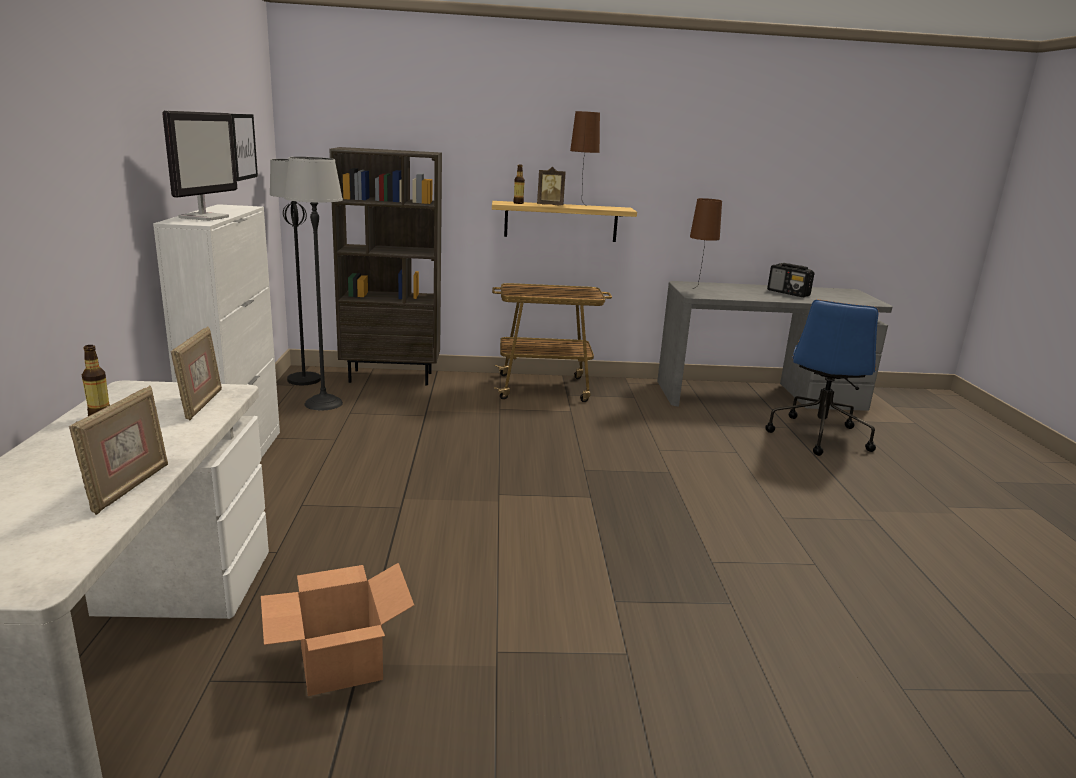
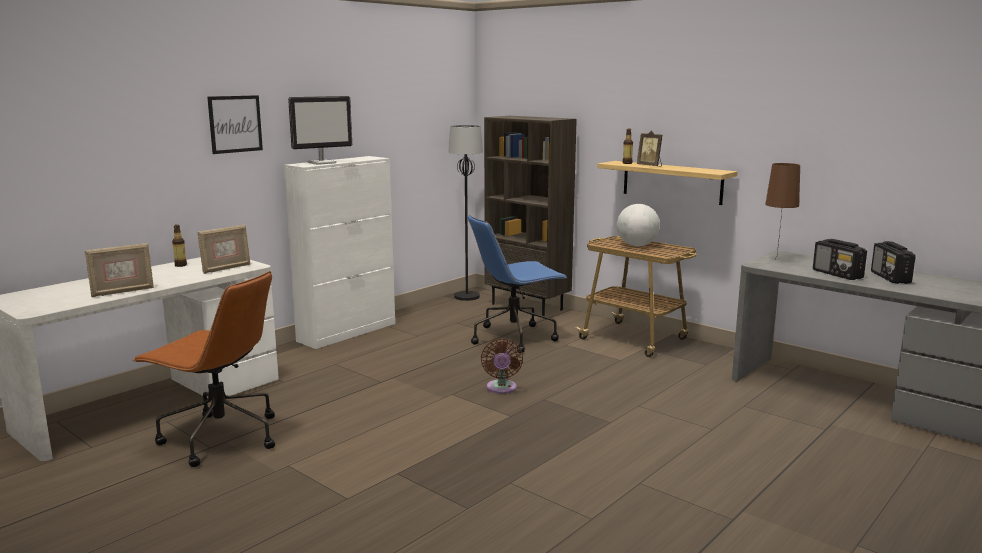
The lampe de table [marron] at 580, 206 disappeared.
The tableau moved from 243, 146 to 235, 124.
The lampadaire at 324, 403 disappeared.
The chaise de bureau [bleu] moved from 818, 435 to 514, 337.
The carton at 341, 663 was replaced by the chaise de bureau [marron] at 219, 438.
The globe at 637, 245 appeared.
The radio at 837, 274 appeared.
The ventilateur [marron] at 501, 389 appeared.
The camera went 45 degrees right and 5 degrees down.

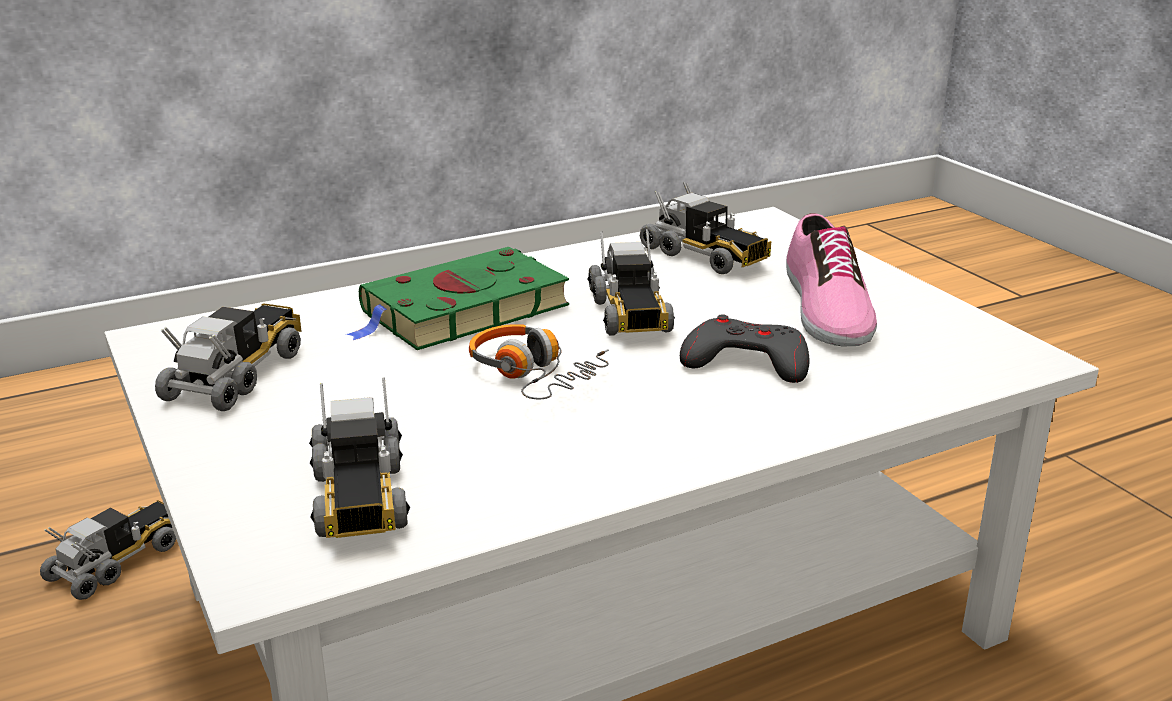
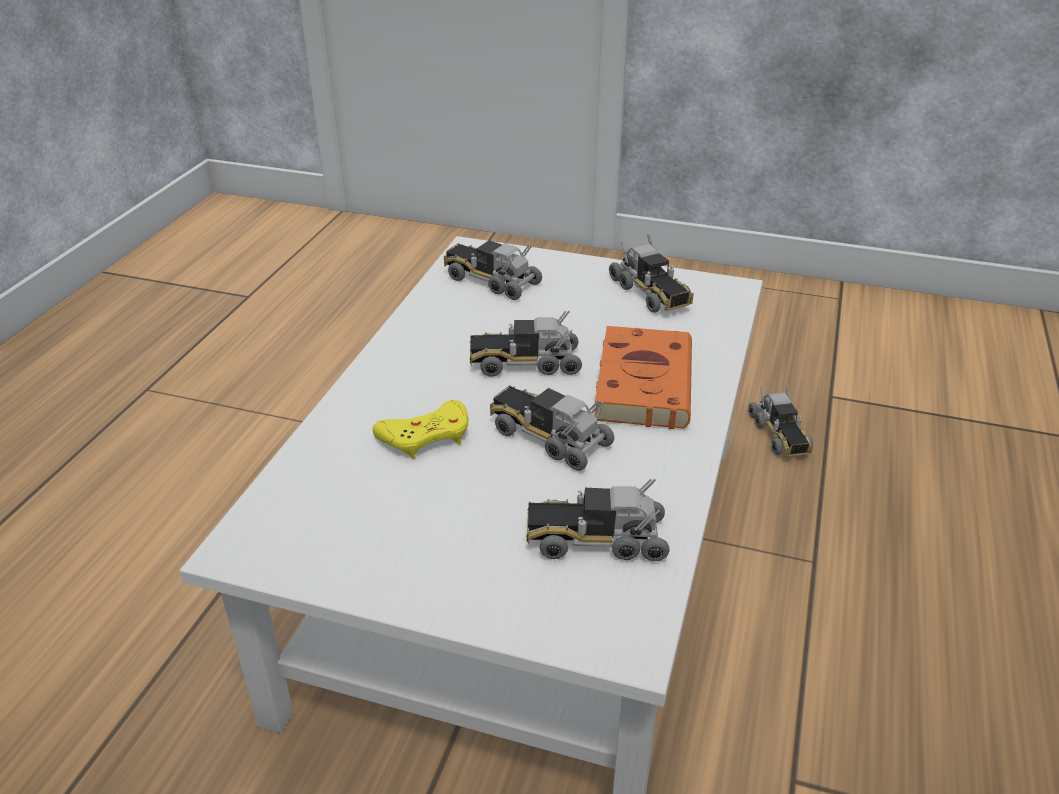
The chaussure at 824, 307 disappeared.
The livre [vert] at 460, 311 became the livre [orange] at 643, 382.
The manette [gris] at 746, 361 became the manette [jaune] at 426, 436.
The casque audio at 533, 375 was replaced by the camion jouet at 525, 363.
The camera went 135 degrees right and 10 degrees up.

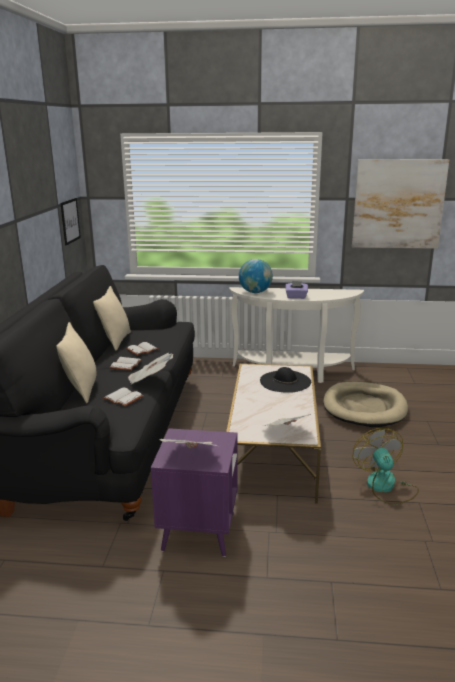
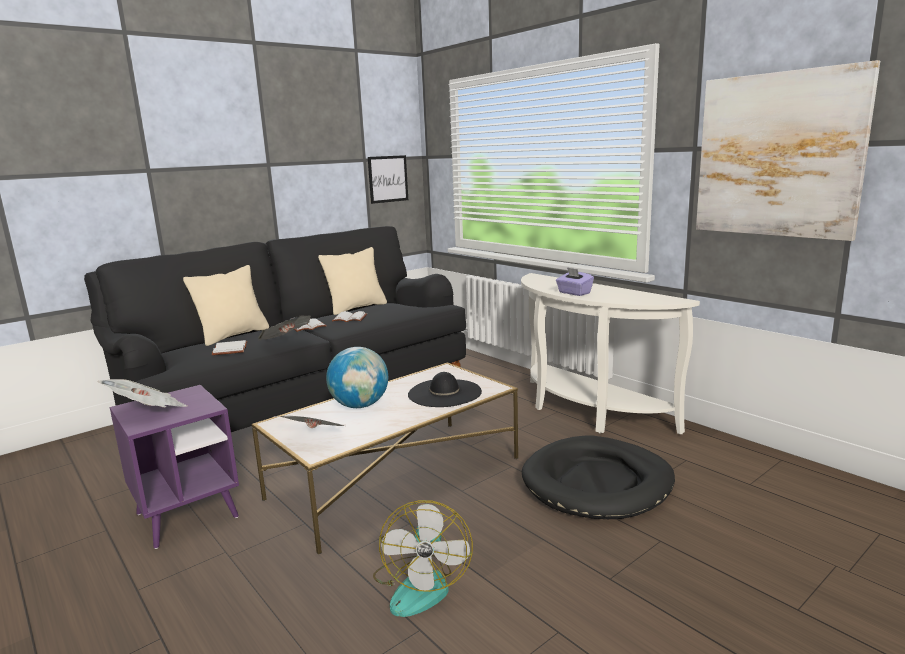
The globe moved from 255, 292 to 360, 405.
The panier pour chien [beige] at 364, 407 became the panier pour chien [noir] at 597, 483.
The ventilateur at 385, 487 turned 150 degrees clockwise.
The camera went 45 degrees right and 5 degrees down.

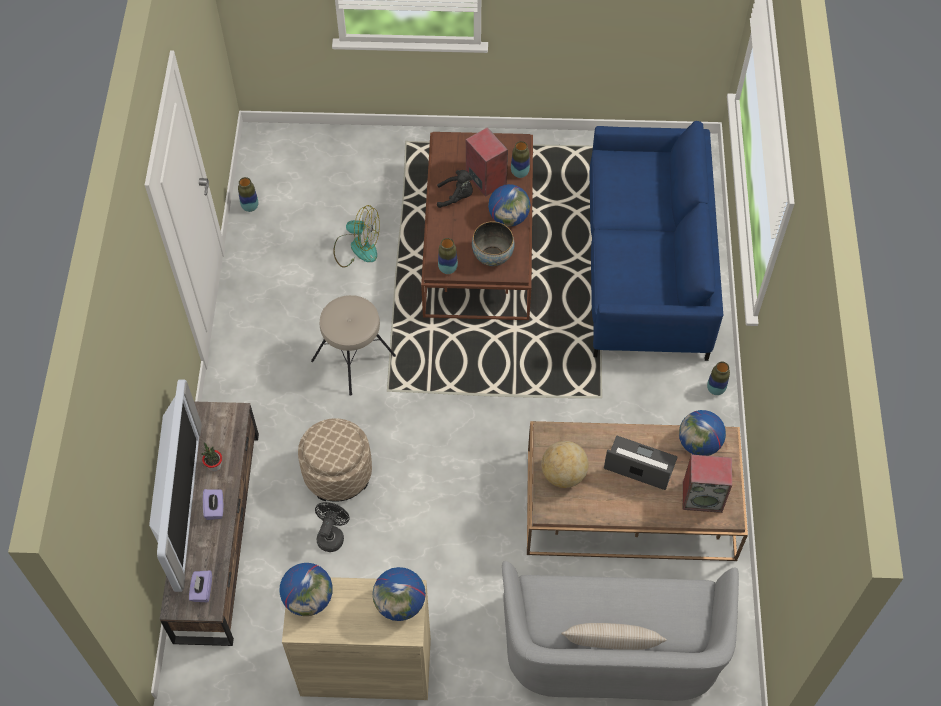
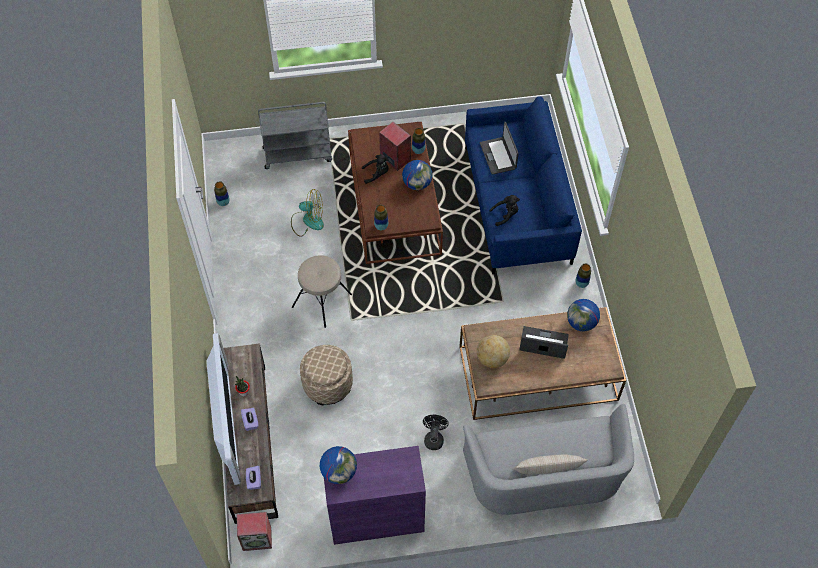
The bol at 492, 257 disappeared.
The enceinte moved from 703, 497 to 257, 538.
The ventilateur [noir] moved from 332, 535 to 434, 438.
The globe at 400, 603 disappeared.
The meuble de rangement [beige] at 366, 667 became the meuble de rangement [violet] at 376, 516.
The chariot [gris] at 298, 154 appeared.
The ordinateur portable at 498, 156 appeared.
The peluche [noir] at 505, 215 appeared.
The camera went 10 degrees left and 0 degrees up.

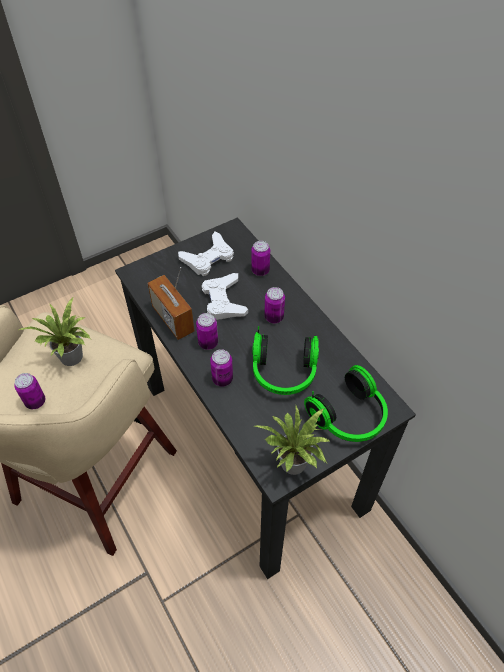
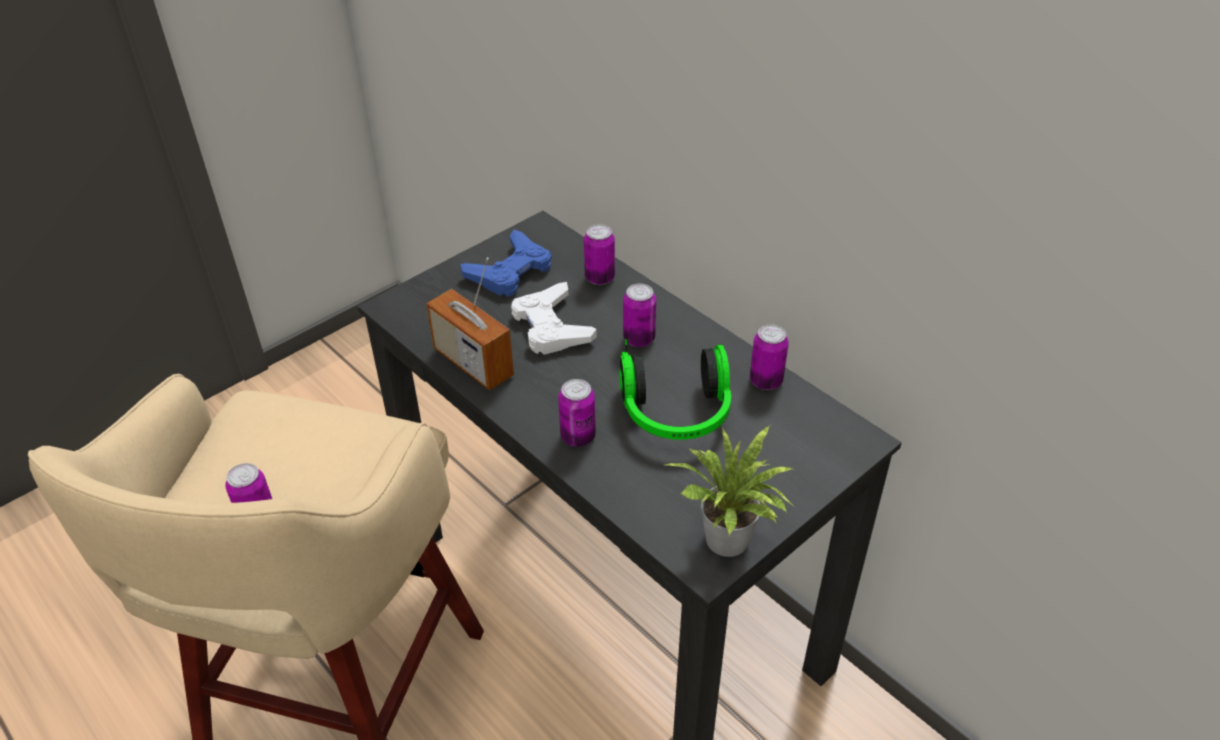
The manette [blanc] at 208, 258 became the manette [bleu] at 510, 271.
The plante en pot at 72, 359 disappeared.
The boîte métallique moved from 208, 343 to 766, 381.
The casque audio at 349, 417 disappeared.
The camera went 10 degrees left and 10 degrees down.

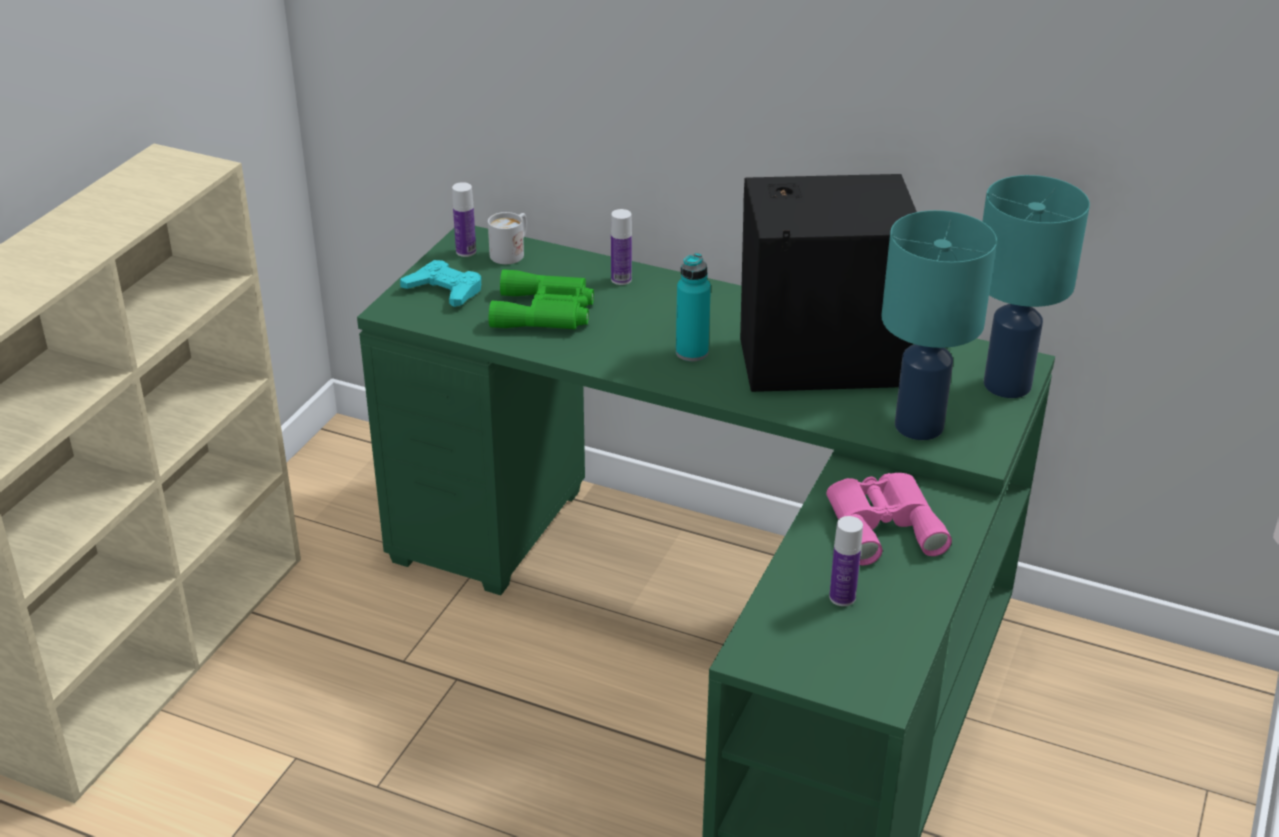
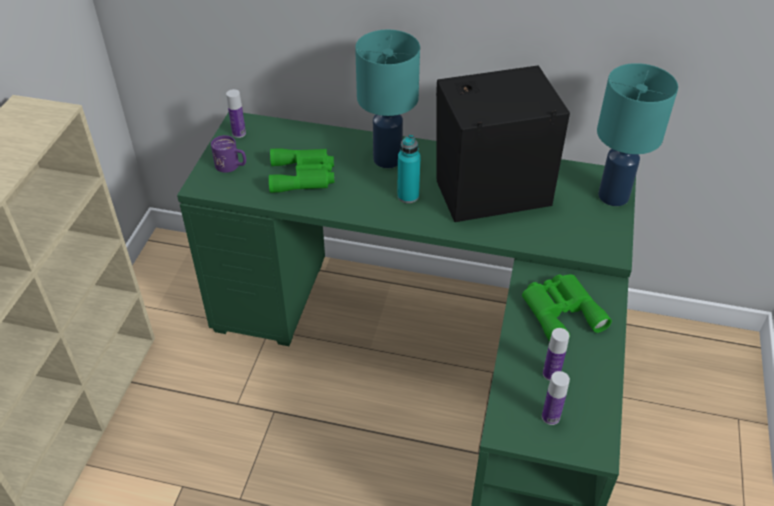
The bouteille moved from 621, 279 to 550, 417.
The lampe de table [turquoise] moved from 917, 426 to 386, 159.
The mug [blanc] at 511, 252 disappeared.
The manette [turquoise] at 444, 290 was replaced by the mug [violet] at 232, 166.
The jumelles [rose] at 882, 523 became the jumelles [vert] at 561, 311.
The camera went 10 degrees left and 10 degrees up.

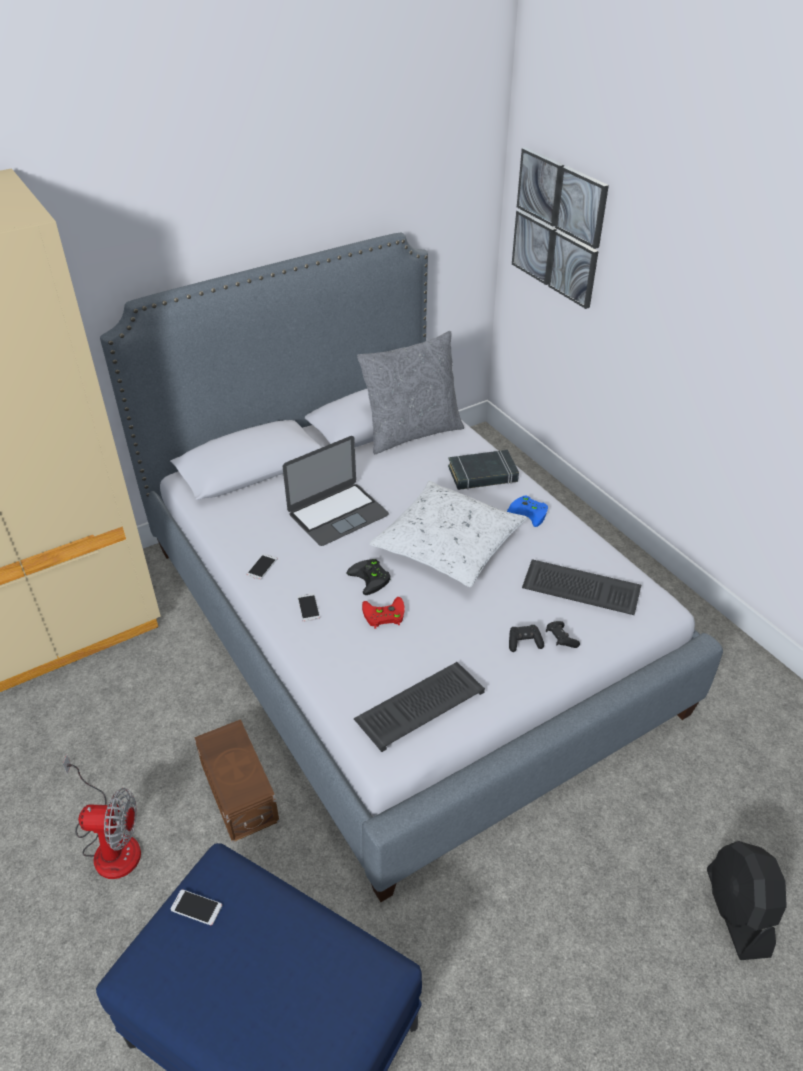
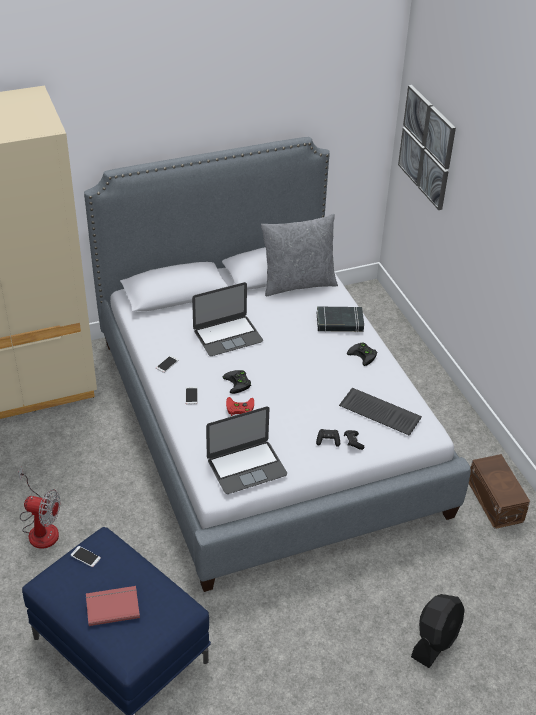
The coussin [blanc] at 448, 544 disappeared.
The manette [bleu] at 530, 512 became the manette [noir] at 364, 355.
The clavier at 420, 705 was replaced by the ordinateur portable at 246, 467.
The boîte de rangement [marron] moved from 240, 790 to 495, 500.
The ventilateur [noir] at 737, 912 turned 150 degrees counterclockwise.
The livre [rouge] at 112, 606 appeared.
The camera went 10 degrees right and 0 degrees up.

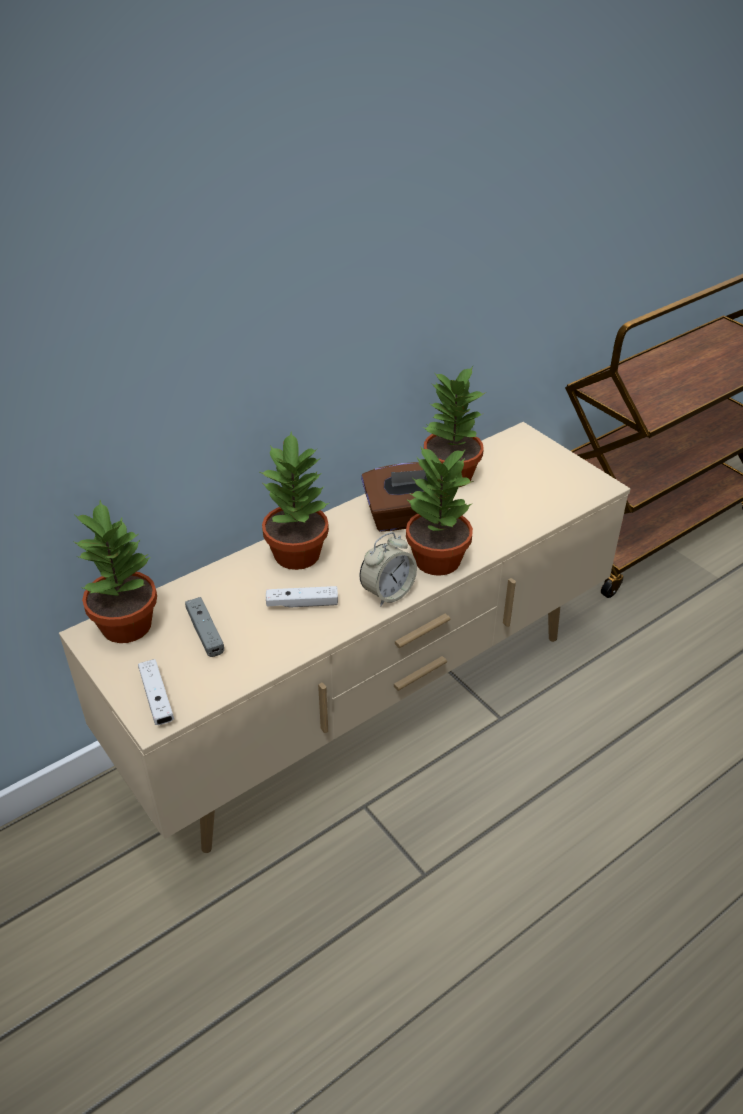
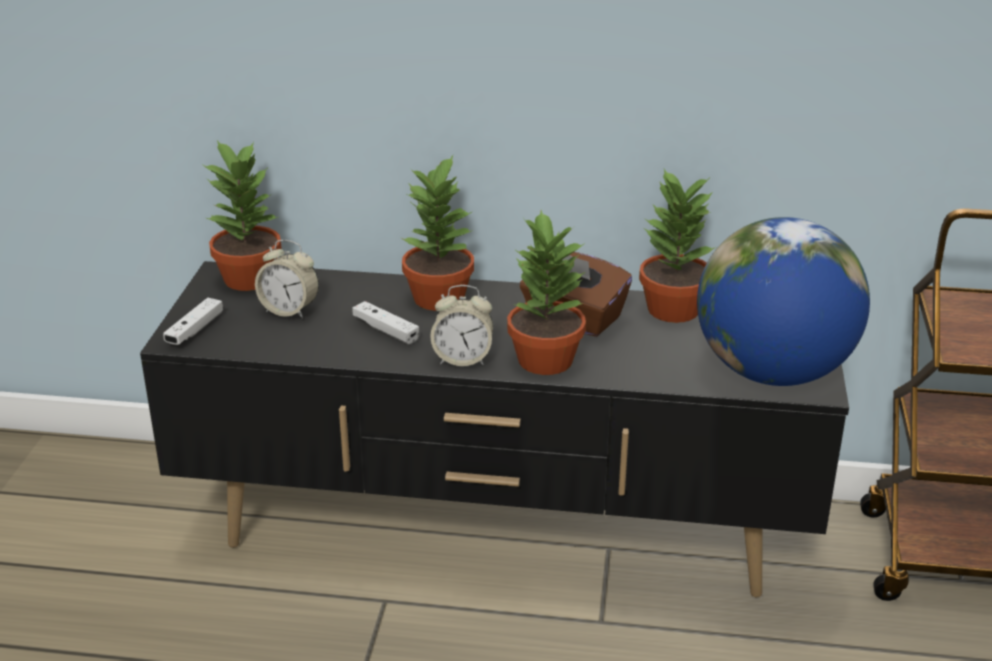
The meuble télé [beige] at 371, 705 became the meuble télé [noir] at 498, 534.
The manette [gris] at 205, 632 was replaced by the réveil at 289, 310.
The globe at 773, 372 appeared.
The camera went 45 degrees right and 10 degrees down.

